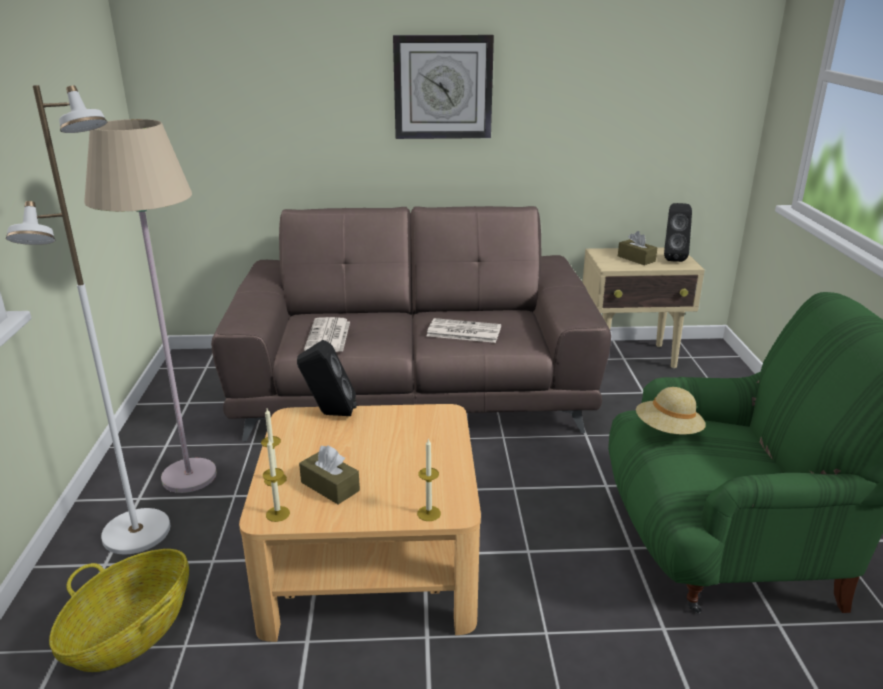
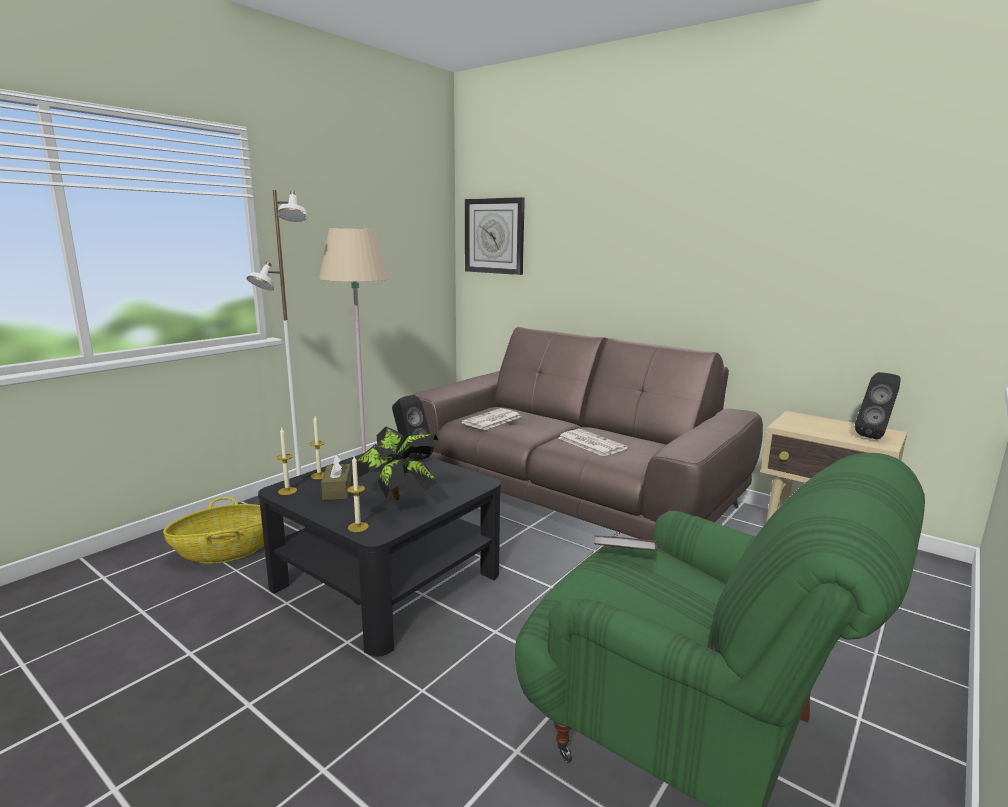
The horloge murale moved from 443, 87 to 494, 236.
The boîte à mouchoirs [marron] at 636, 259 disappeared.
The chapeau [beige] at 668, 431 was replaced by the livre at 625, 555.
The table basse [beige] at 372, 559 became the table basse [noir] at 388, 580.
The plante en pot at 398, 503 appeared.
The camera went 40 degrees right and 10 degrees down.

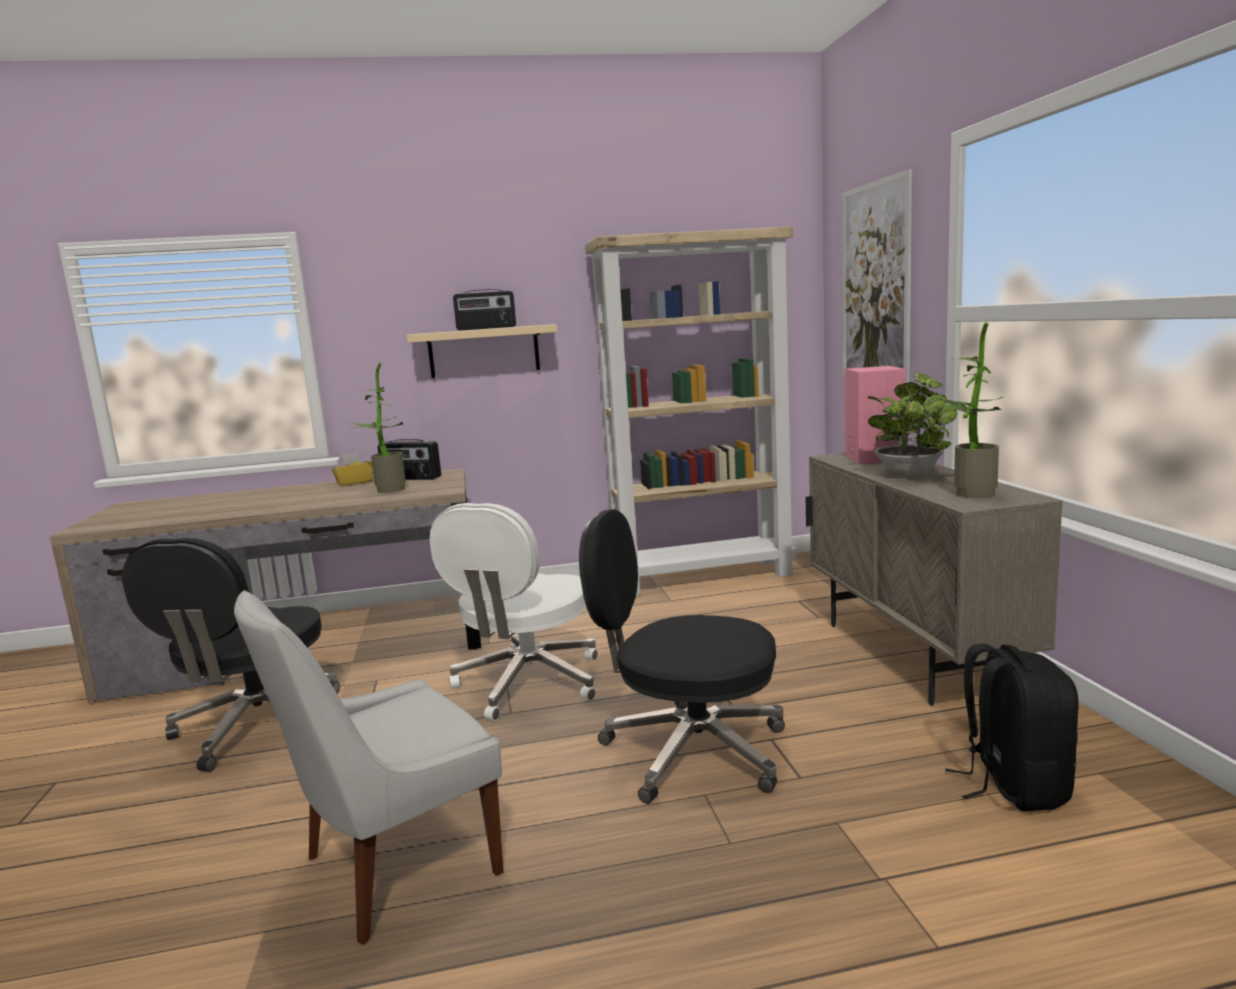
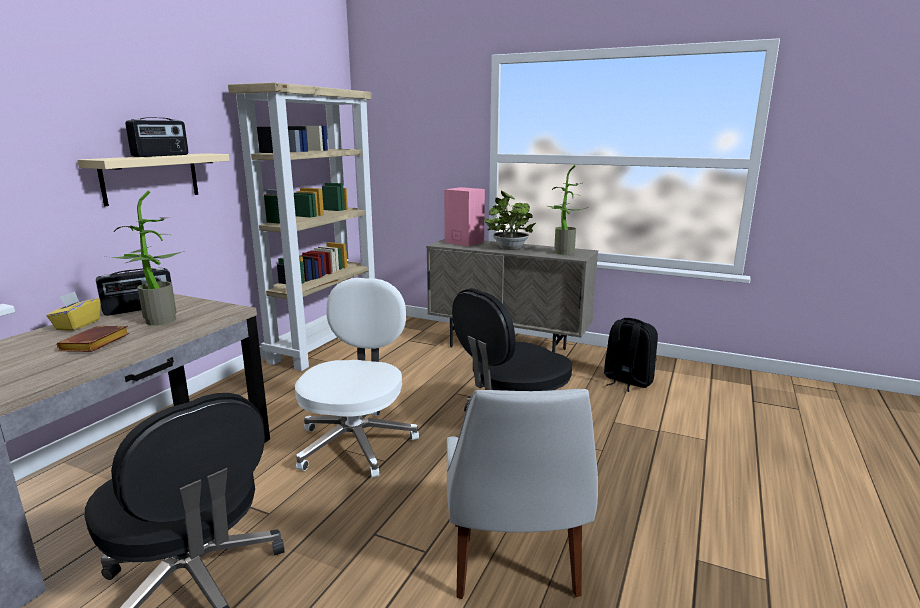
The tableau at 875, 283 disappeared.
The chaise de bureau [blanc] at 527, 684 turned 135 degrees counterclockwise.
The livre [marron] at 95, 344 appeared.
The camera went 55 degrees left and 5 degrees up.

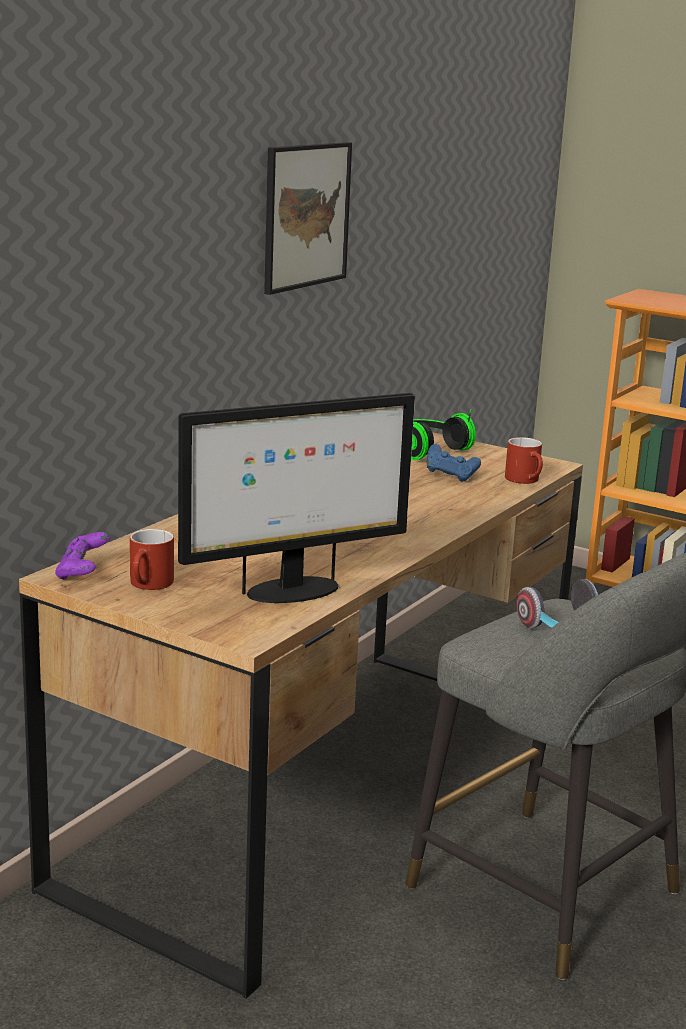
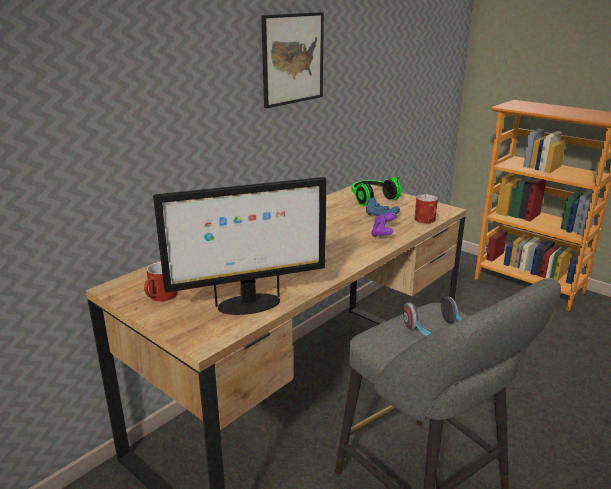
The manette [violet] moved from 82, 573 to 383, 233.
The camera went 10 degrees right and 5 degrees up.

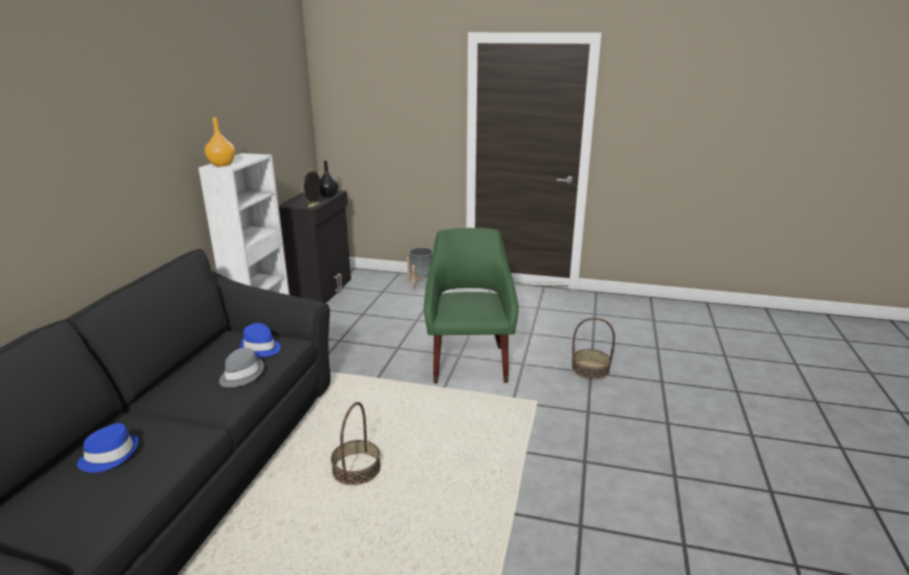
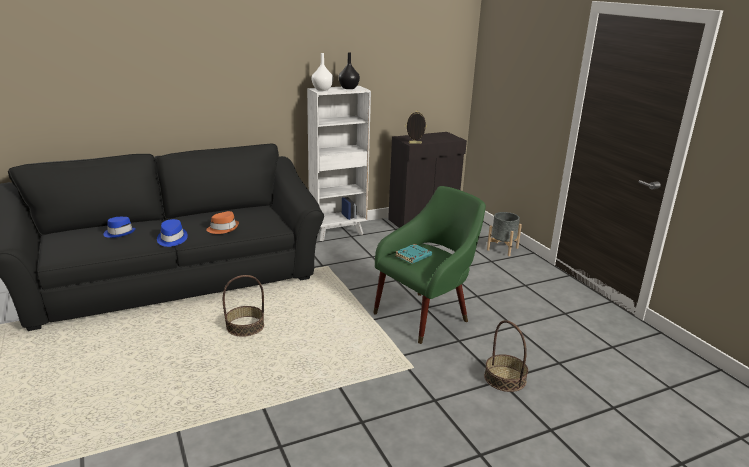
The vase [orange] at 221, 165 became the vase [blanc] at 322, 89.
The vase [noir] moved from 328, 196 to 348, 88.
The chapeau [bleu] moved from 260, 348 to 171, 239.
The chapeau [gris] at 241, 374 became the chapeau [orange] at 223, 228.
The livre [turquoise] at 413, 257 appeared.
The camera went 50 degrees right and 0 degrees up.

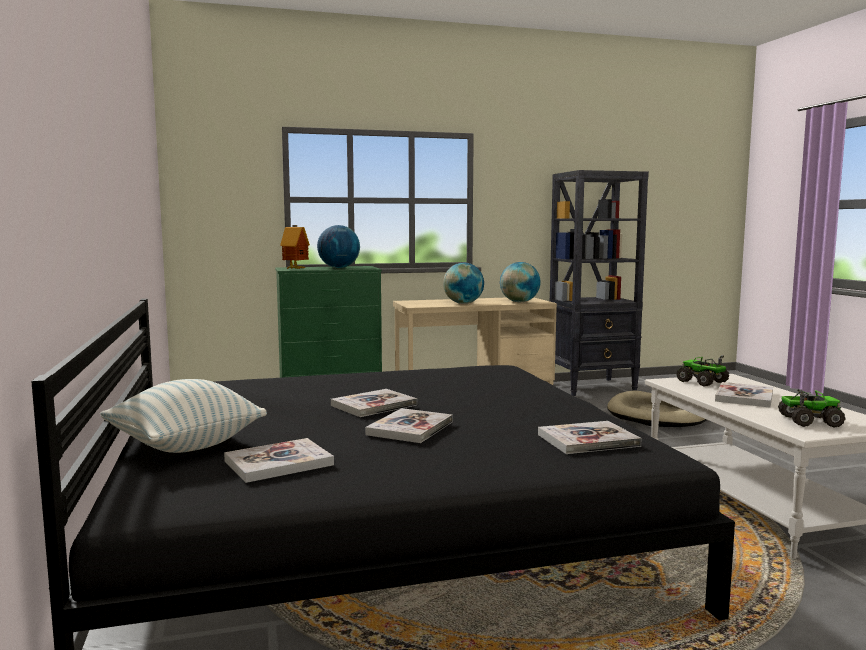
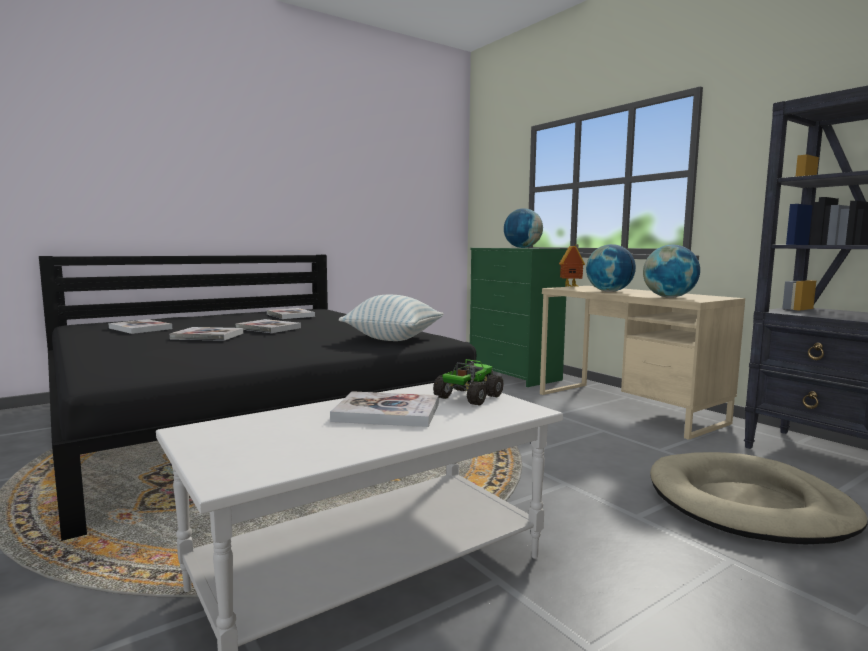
The maison miniature moved from 296, 269 to 571, 287.
The coussin moved from 185, 446 to 393, 339.
The camion jouet at 808, 421 disappeared.
The livre moved from 588, 440 to 290, 315.
The camera went 70 degrees right and 0 degrees up.

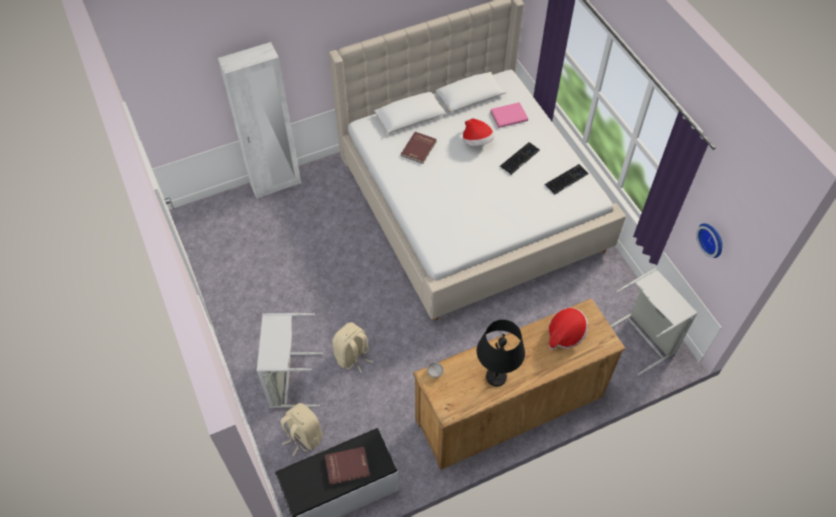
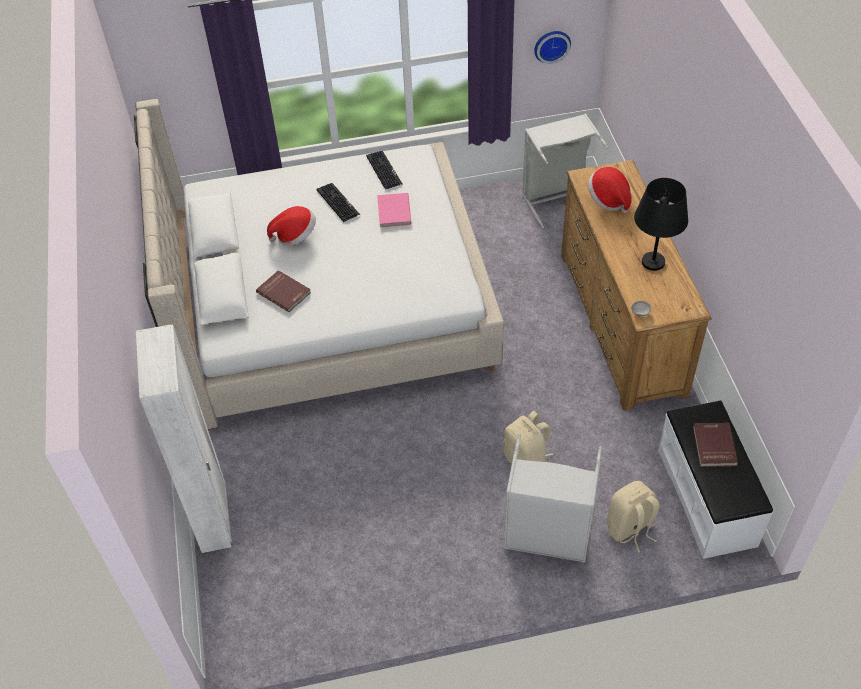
The livre [rose] moved from 508, 116 to 393, 211.
The camera went 75 degrees left and 5 degrees down.

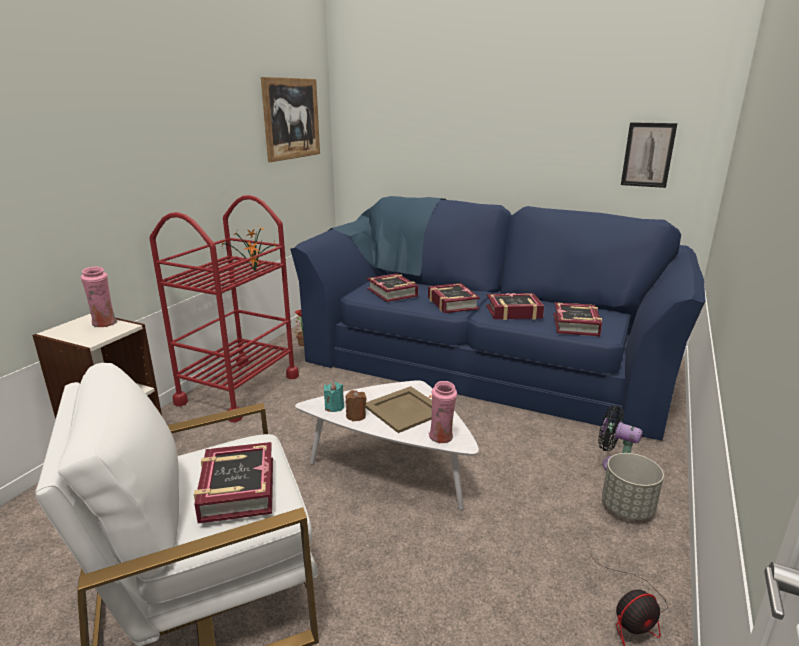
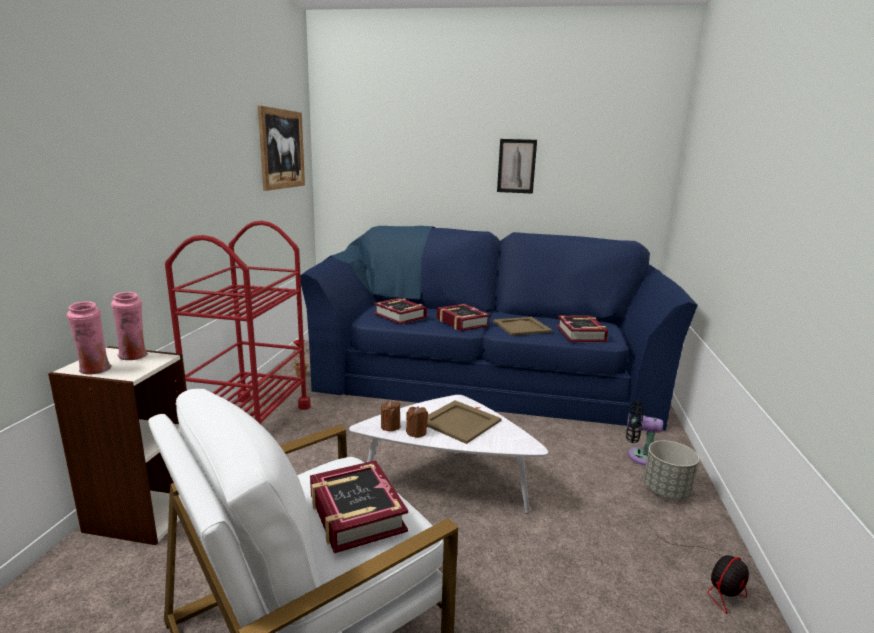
The tableau moved from 648, 155 to 516, 166.
The plante en pot at 254, 272 disappeared.
The livre at 513, 312 was replaced by the plateau [beige] at 521, 327.
The vase [rose] moved from 442, 438 to 95, 370.
The bougie [turquoise] at 334, 407 became the bougie [marron] at 390, 426.
The camera went 15 degrees left and 5 degrees down.

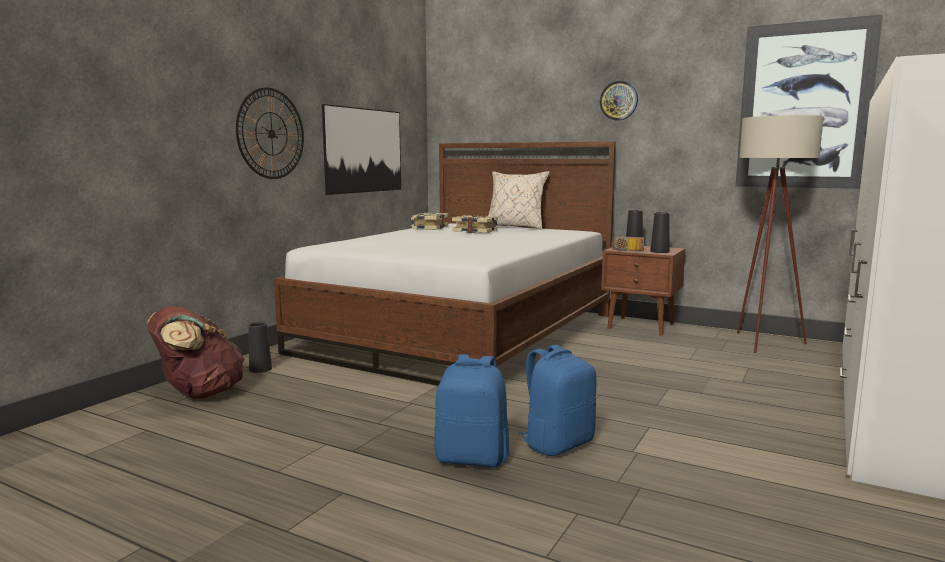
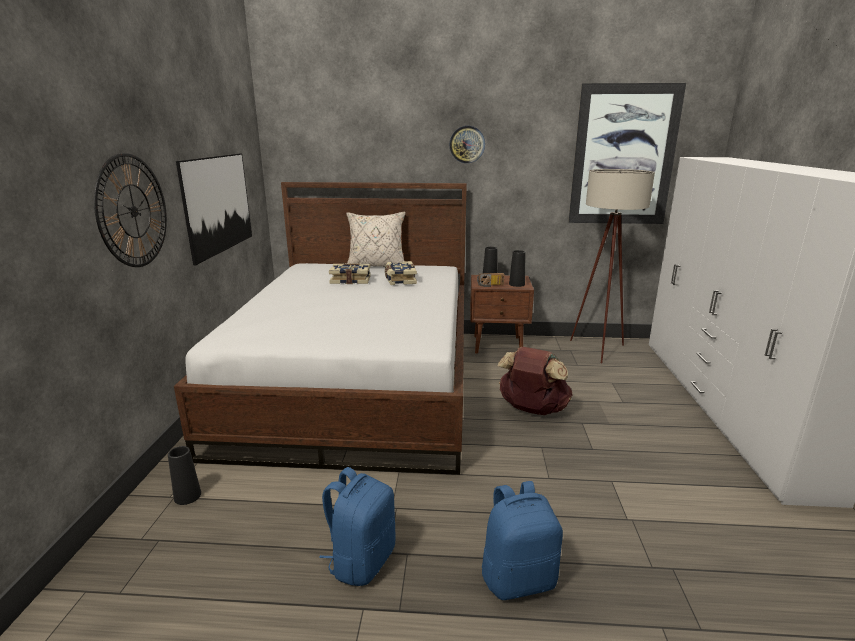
The livre moved from 429, 228 to 399, 280.
The sac à dos [marron] moved from 199, 394 to 532, 410.
The sac à dos [bleu] moved from 557, 444 to 361, 560.
The camera went 25 degrees left and 10 degrees up.

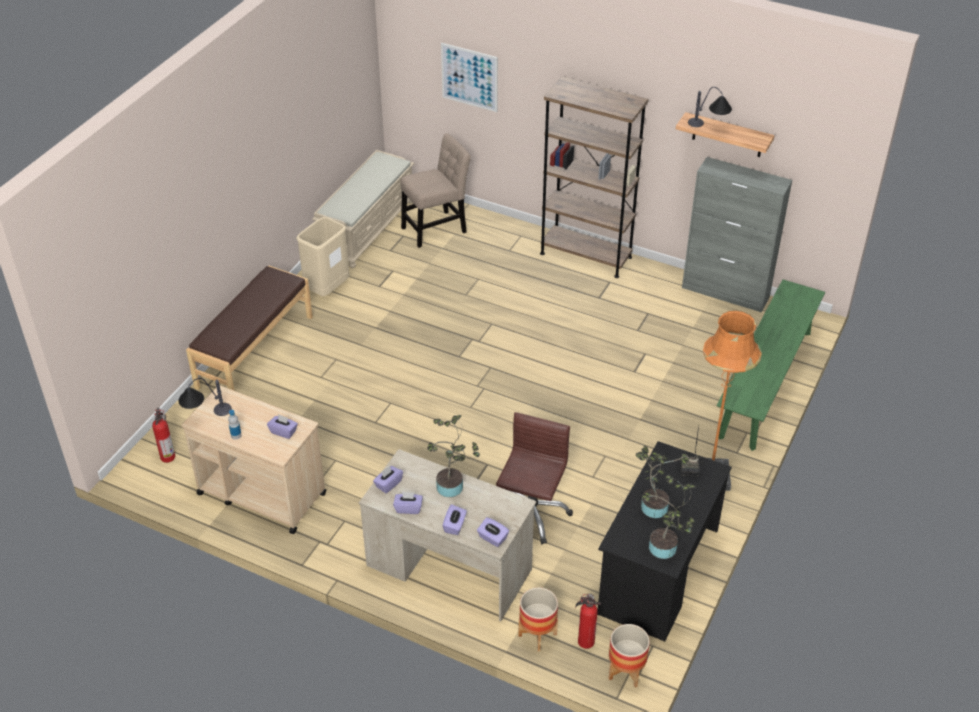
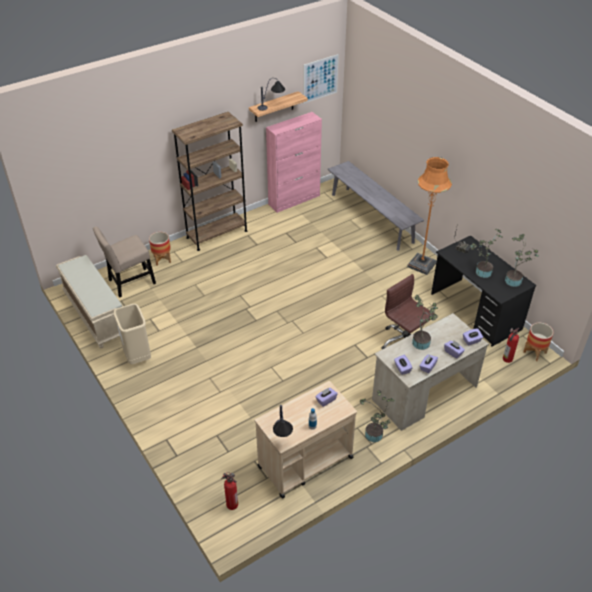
The tableau moved from 469, 77 to 320, 78.
The chaise [beige] at 437, 228 turned 120 degrees counterclockwise.
The meuble de rangement [gris] at 726, 292 became the meuble de rangement [rose] at 294, 200.
The banc [marron] at 254, 351 disappeared.
The banc [vert] at 765, 383 became the banc [gris] at 371, 218.
The cache-pot moved from 537, 634 to 162, 259.
The plante en pot at 375, 436 appeared.
The camera went 60 degrees left and 0 degrees up.

